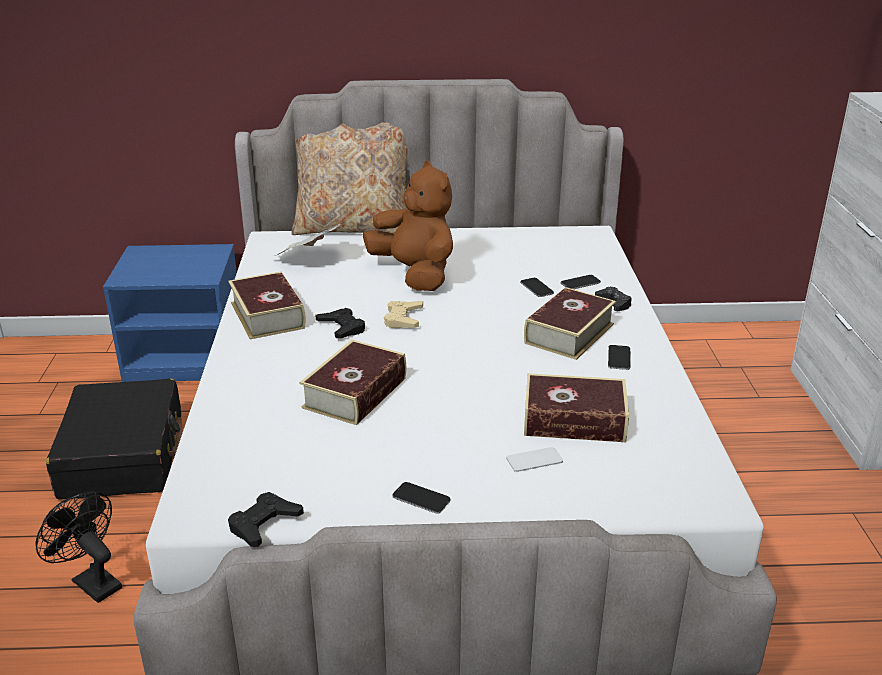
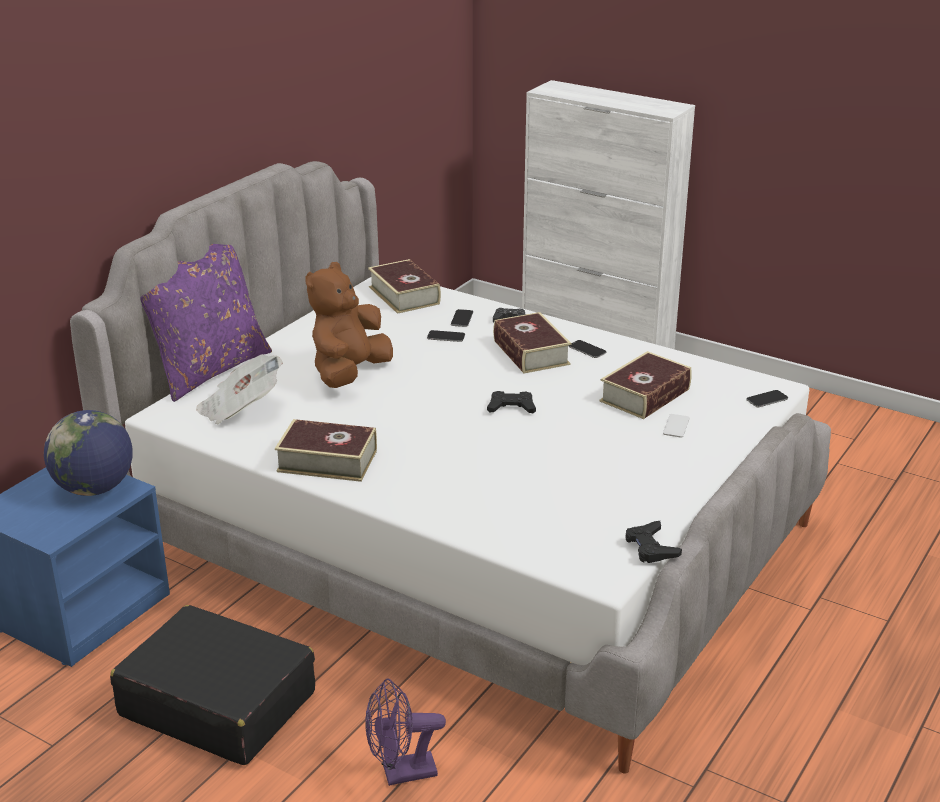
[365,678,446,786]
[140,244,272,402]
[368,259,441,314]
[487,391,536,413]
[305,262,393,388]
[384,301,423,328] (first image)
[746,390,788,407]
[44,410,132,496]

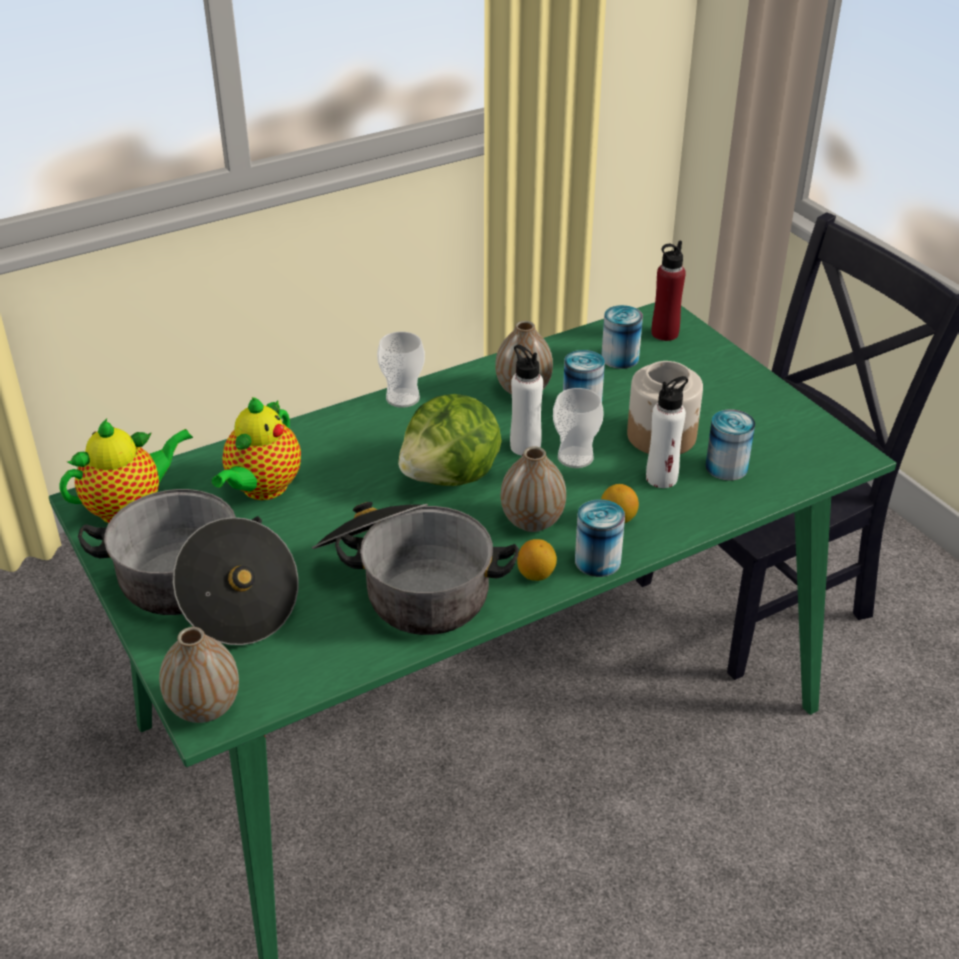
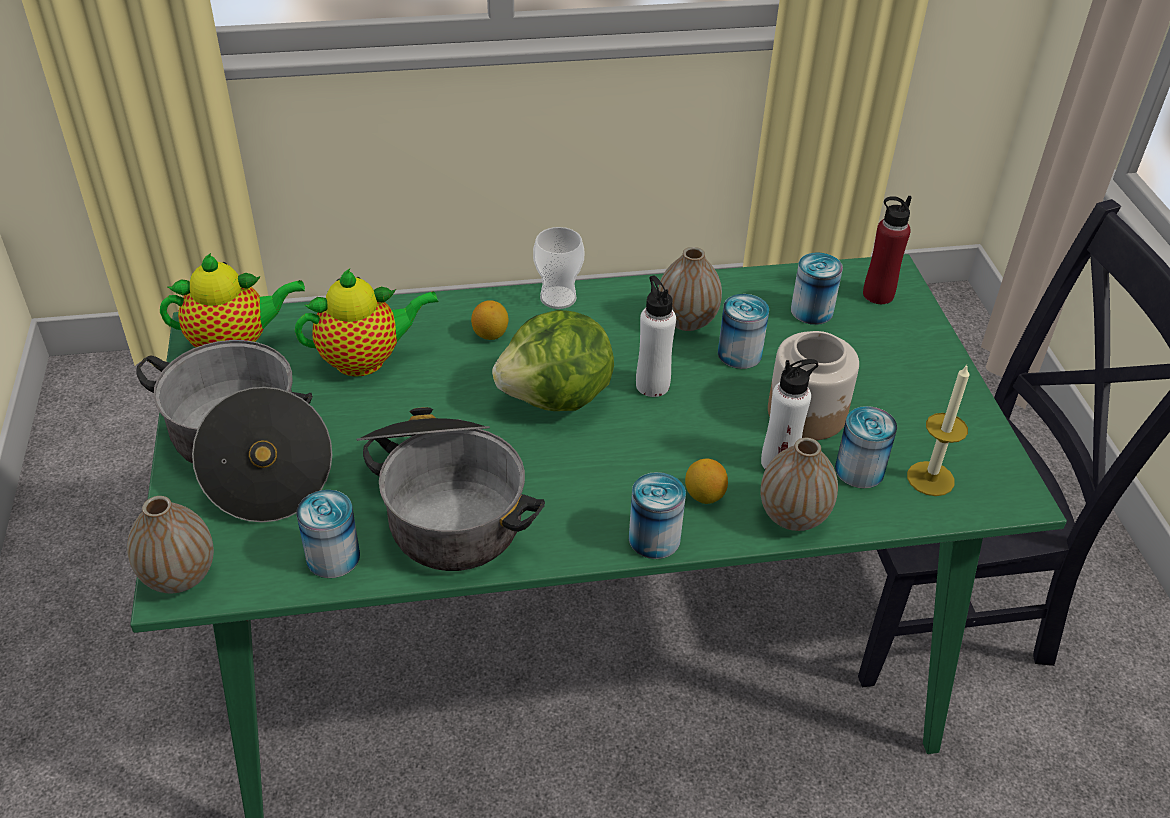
[295,269,438,377]
[760,438,838,531]
[471,300,509,340]
[553,388,604,468] (first image)
[296,490,360,578]
[907,365,969,496]

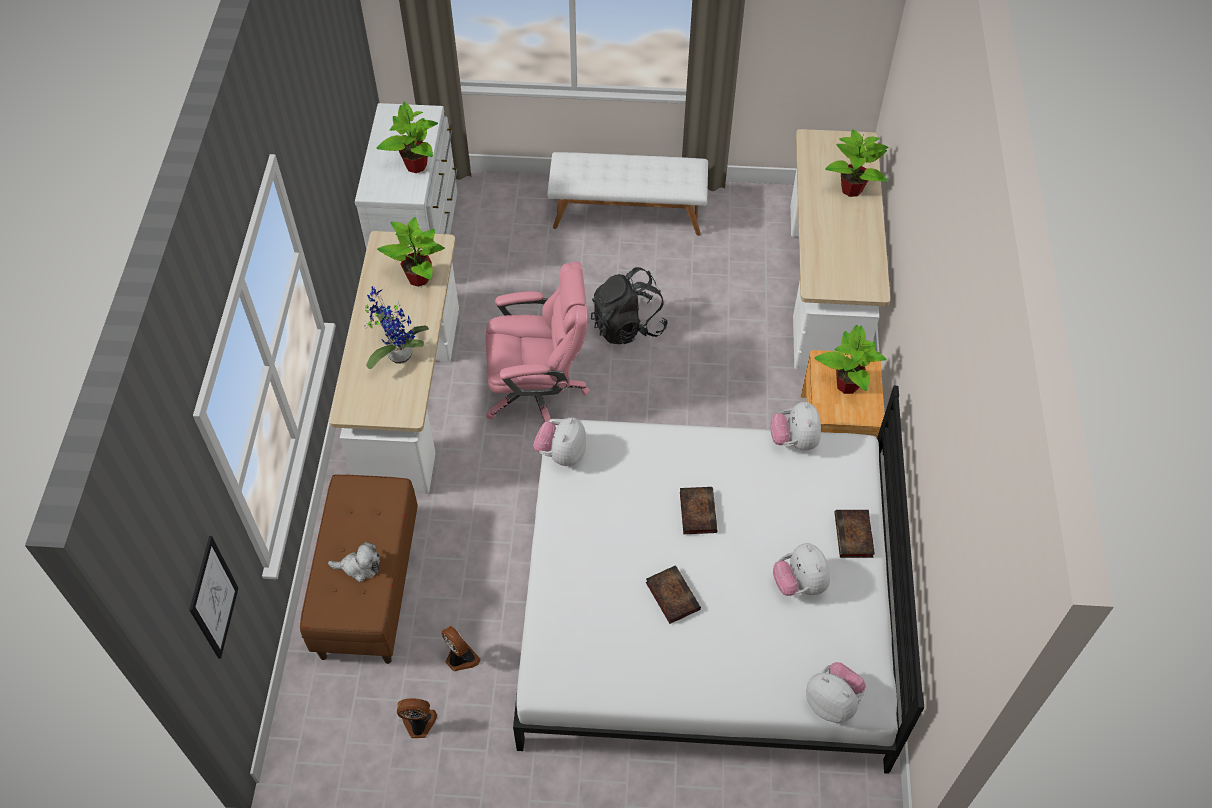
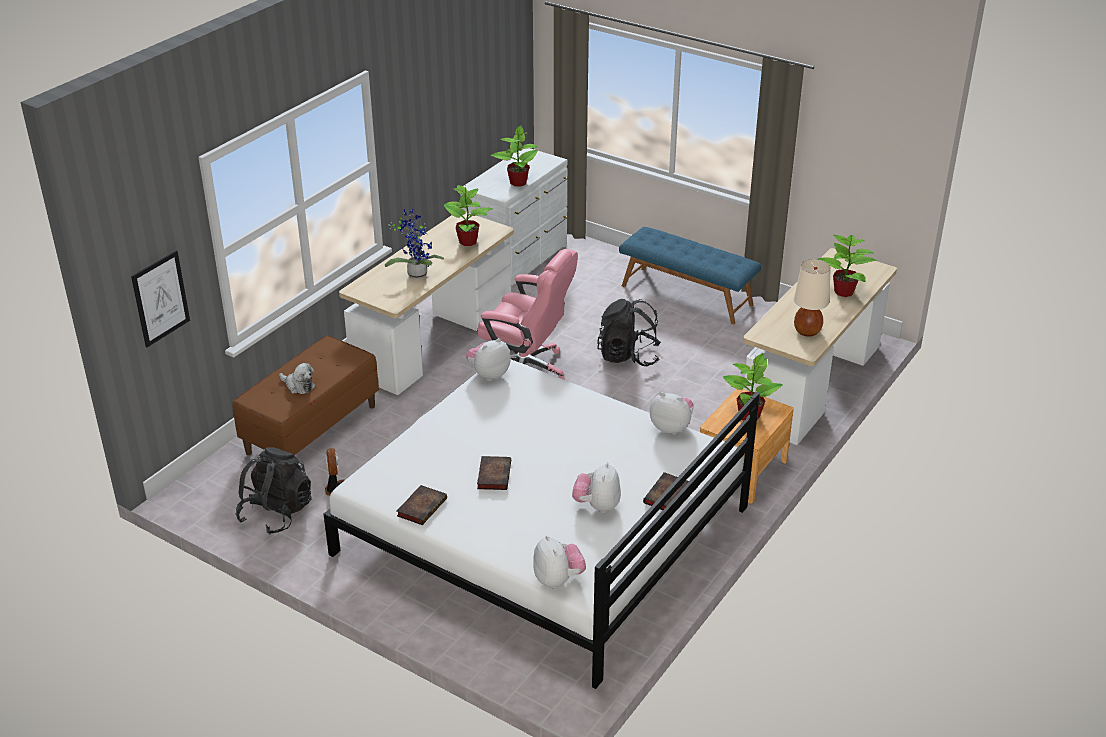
[236,447,312,535]
[619,227,761,324]
[397,485,447,525]
[650,392,694,435]
[794,259,831,337]

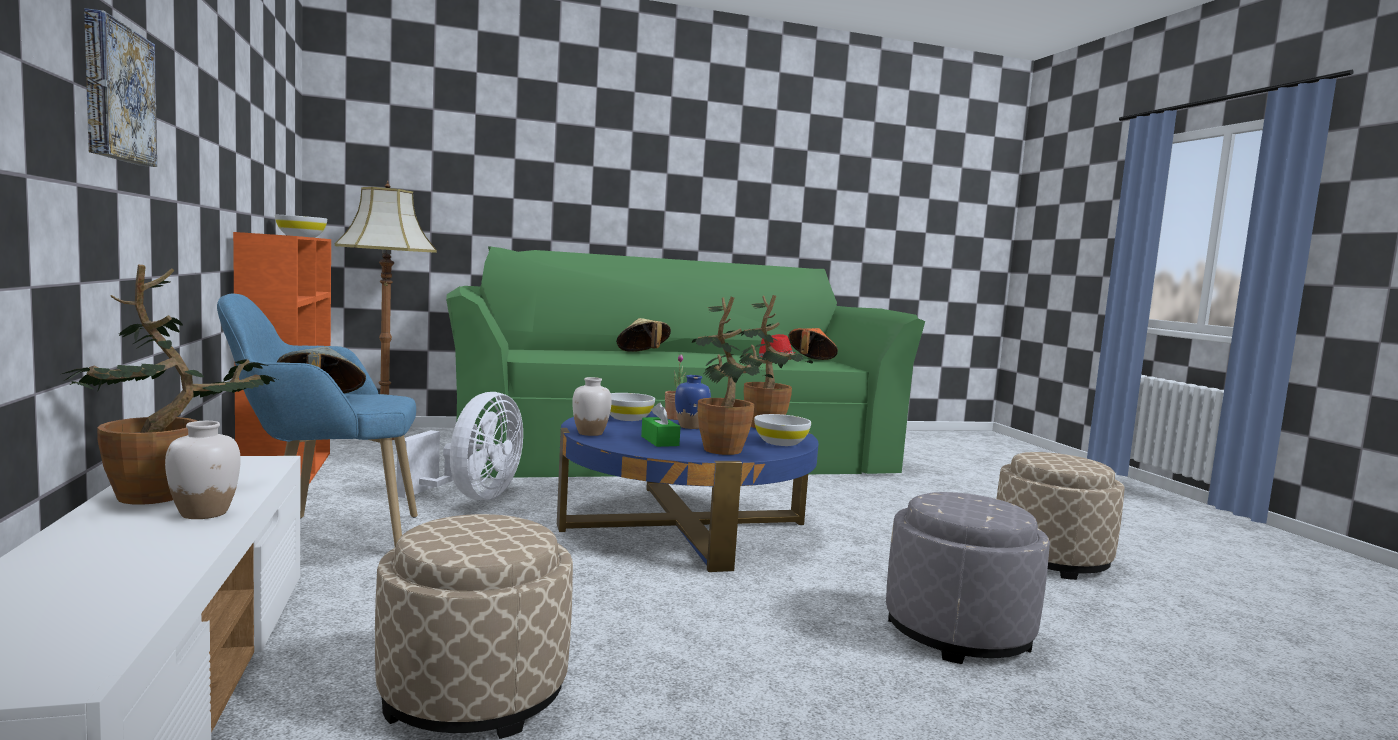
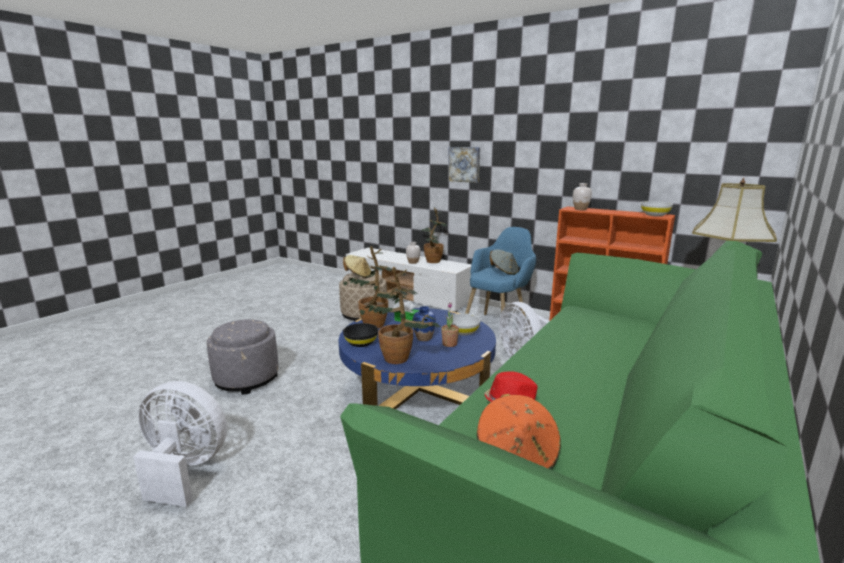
[573,183,592,210]
[343,255,372,278]
[343,323,378,347]
[133,381,227,507]

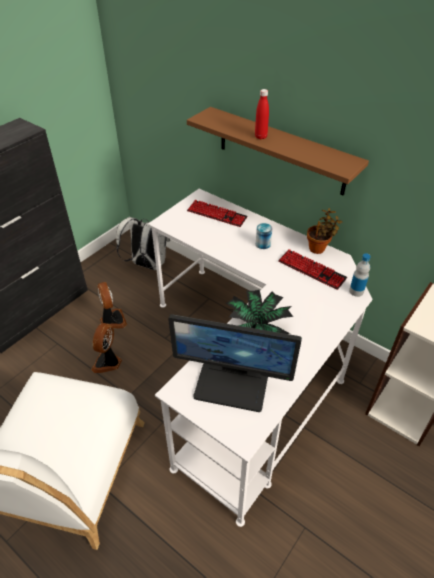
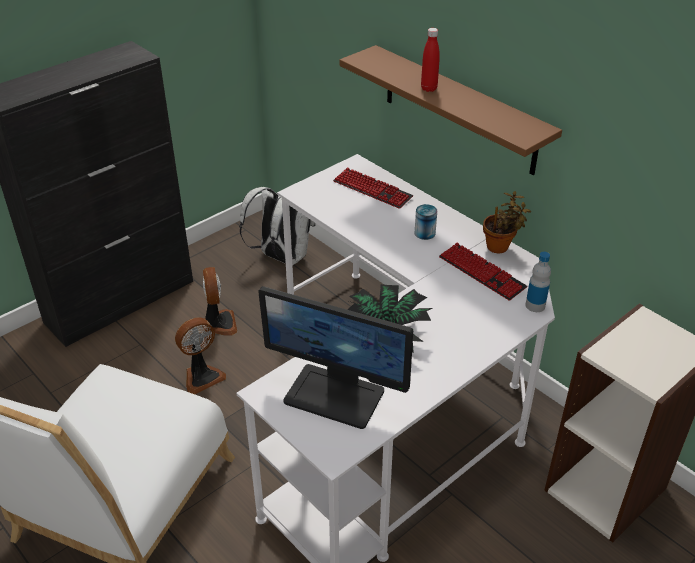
[175,317,226,394]

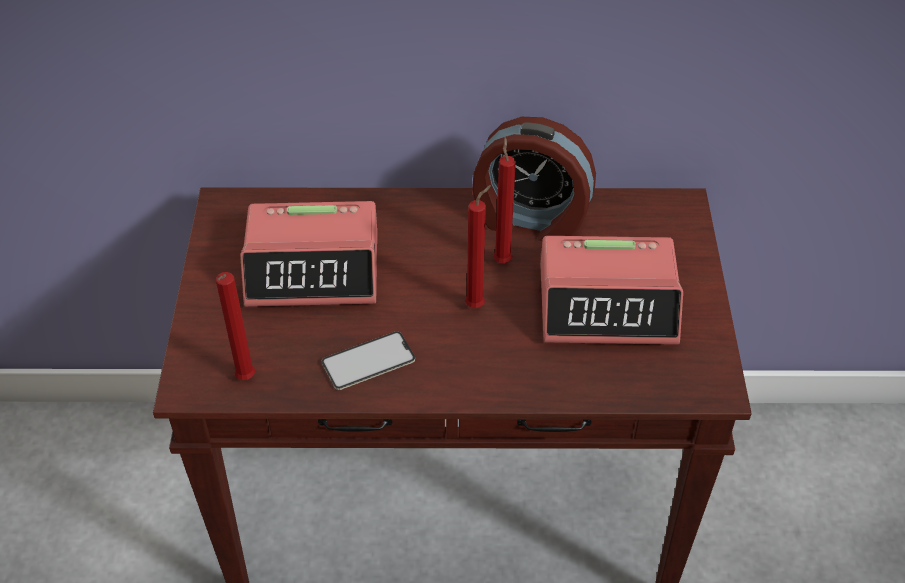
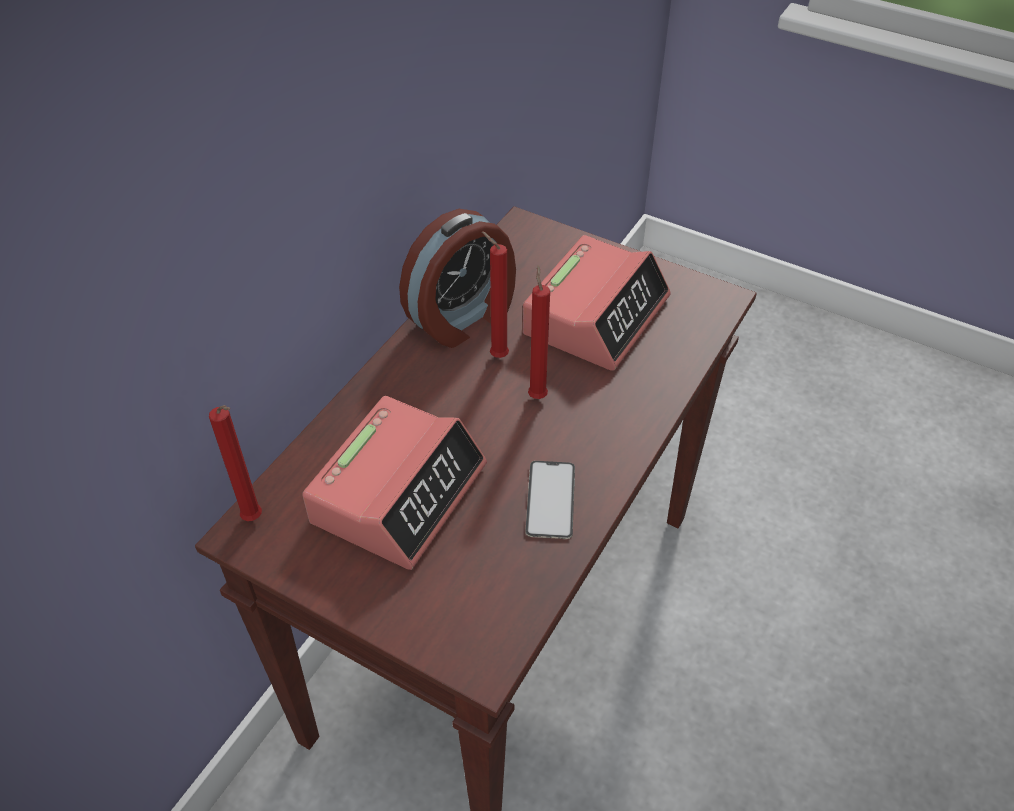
[209,405,262,521]

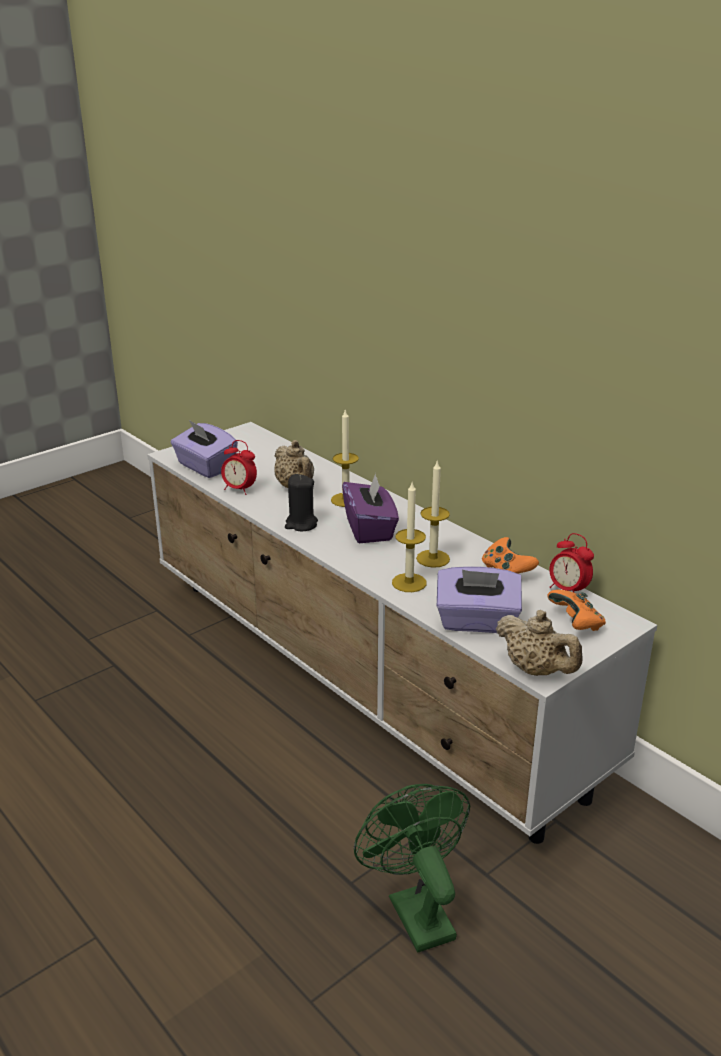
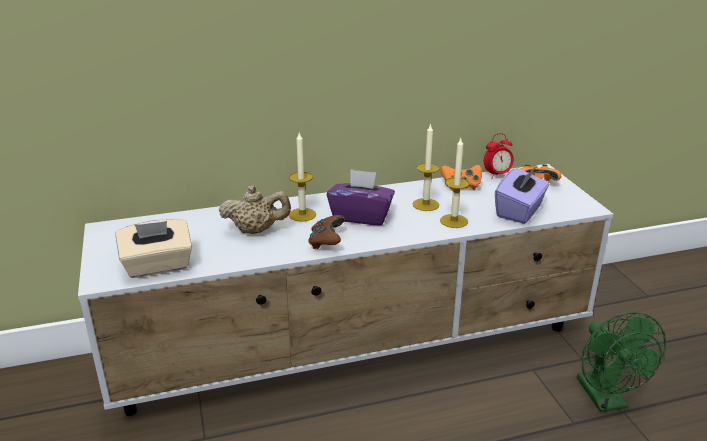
[115,219,192,278]
[221,440,257,495] (first image)
[308,215,345,249]
[577,312,666,412]
[496,610,582,676] (first image)

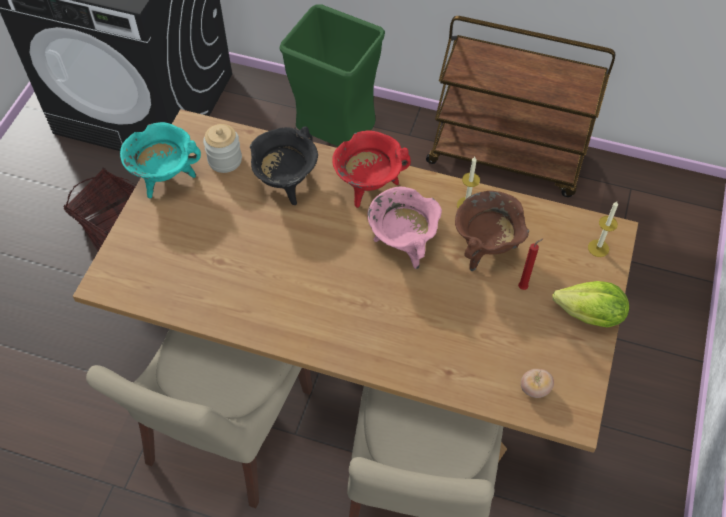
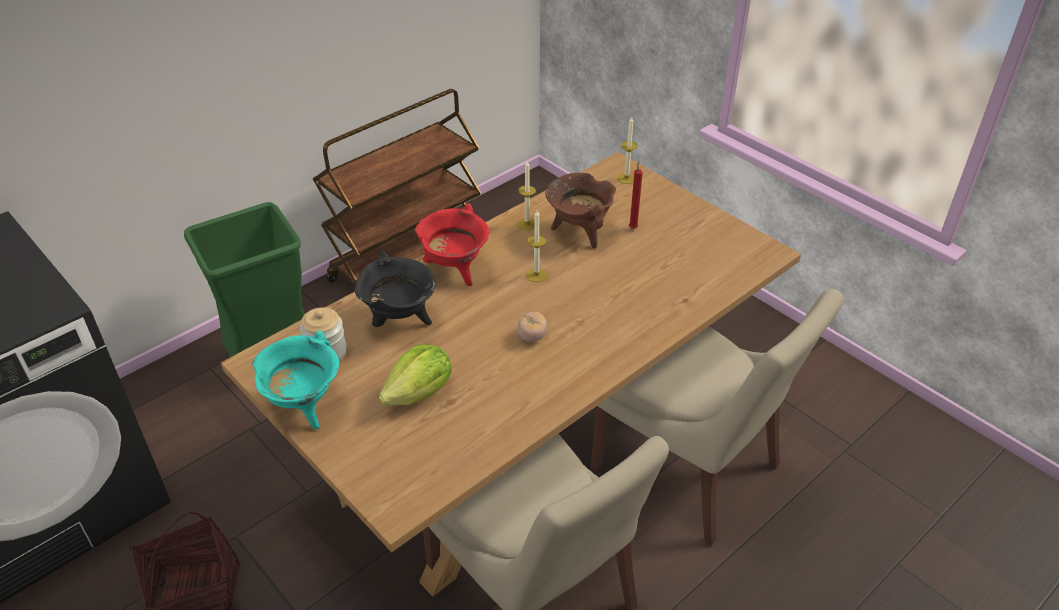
[526,211,547,282]
[517,312,547,342]
[379,344,452,405]

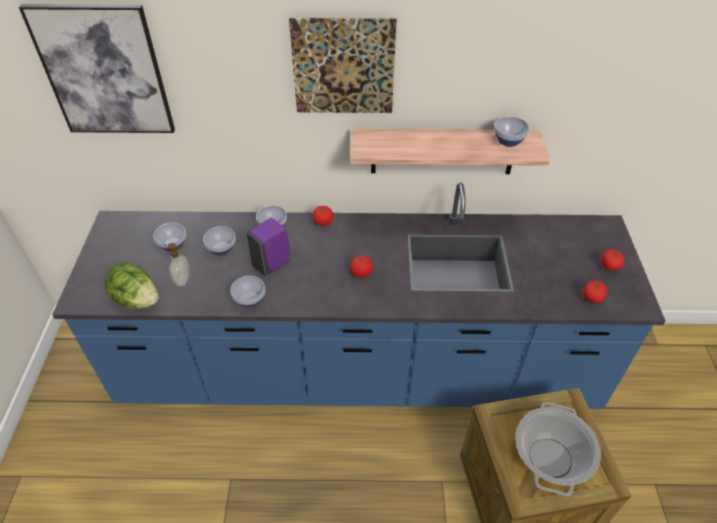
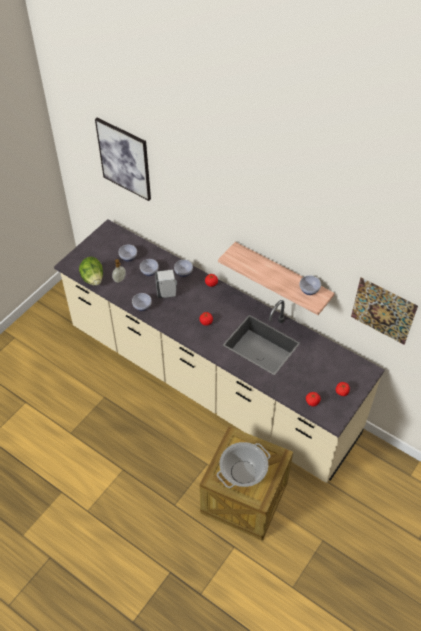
[54,219,385,483]
[155,269,177,298]
[351,277,418,344]

